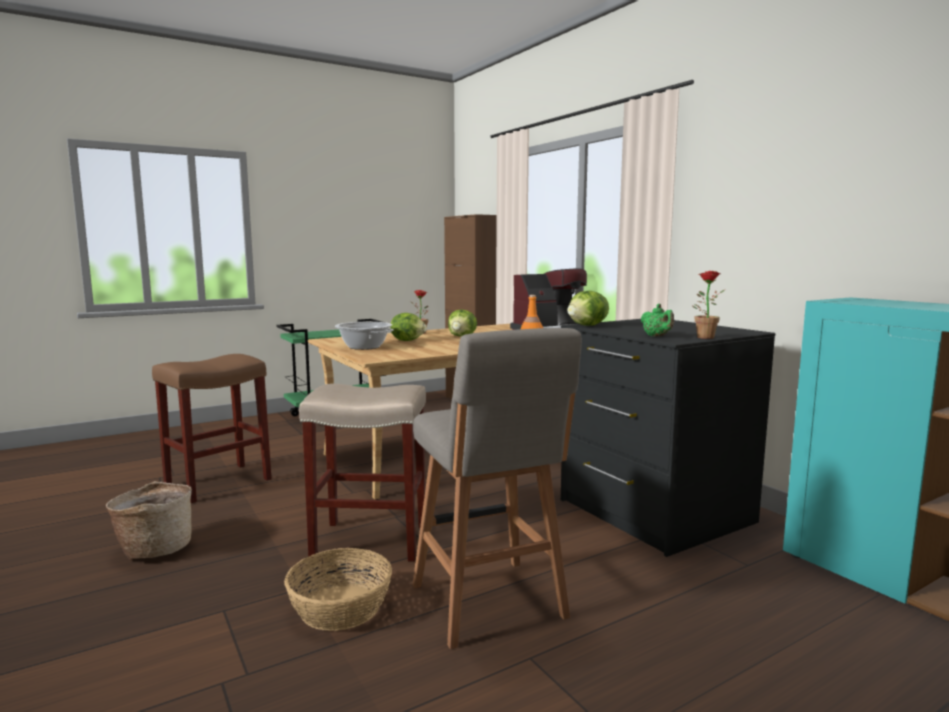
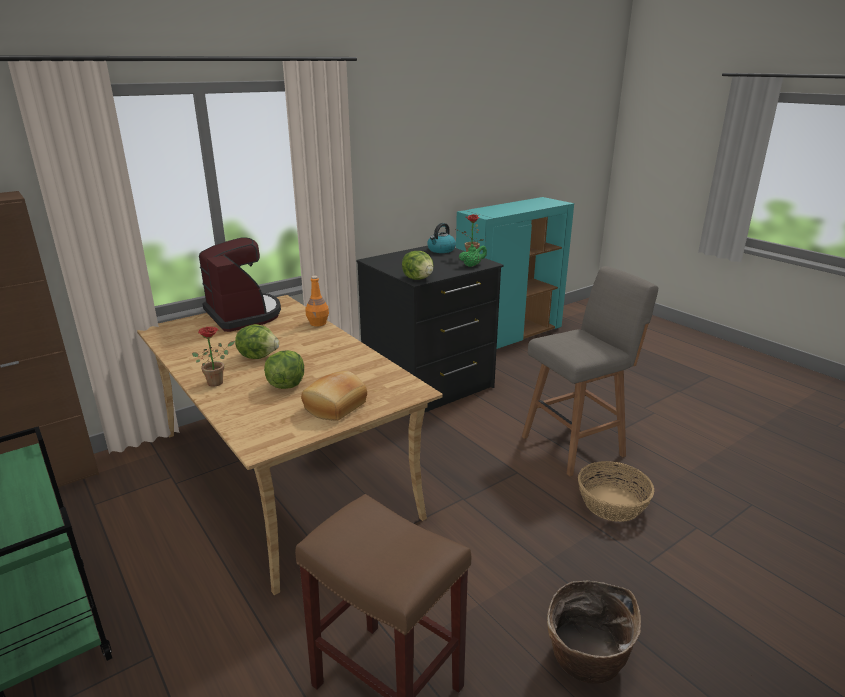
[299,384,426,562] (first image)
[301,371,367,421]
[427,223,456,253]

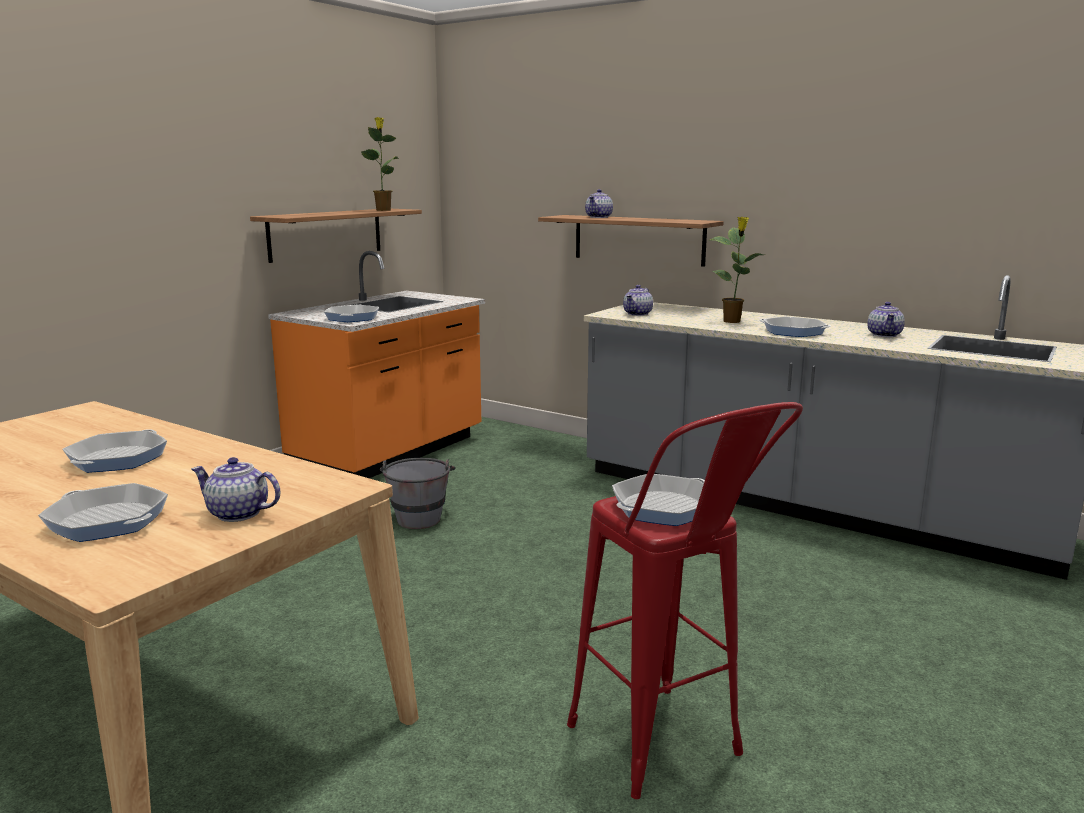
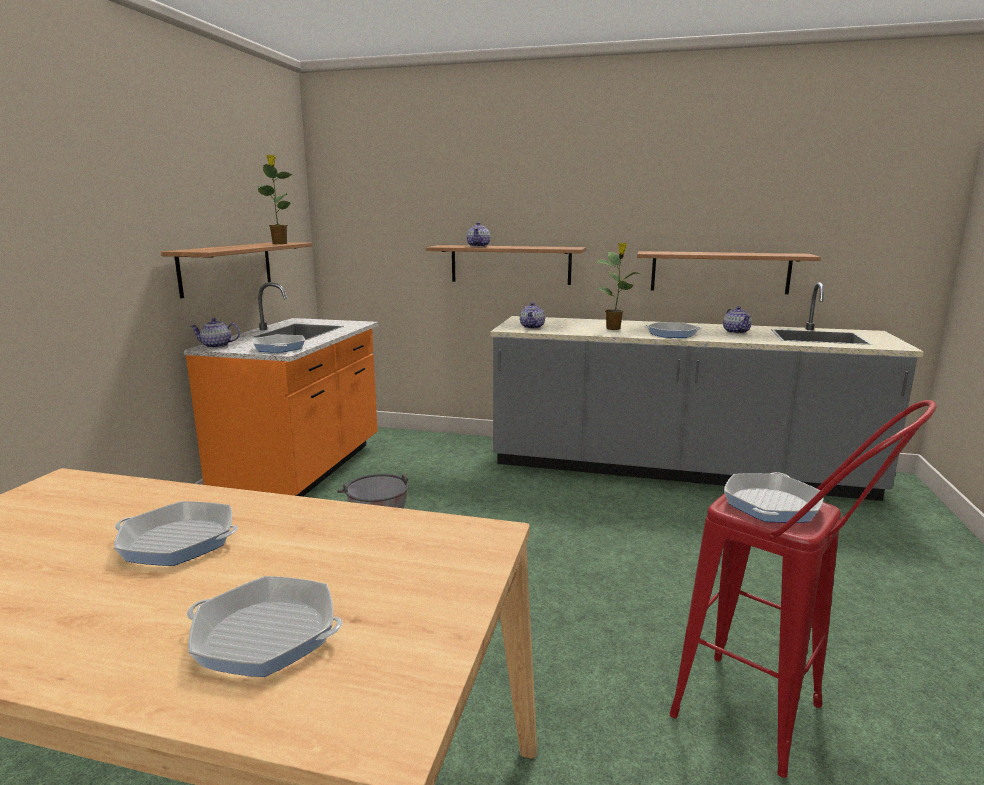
[114,501,238,566]
[190,318,240,348]
[637,251,821,294]

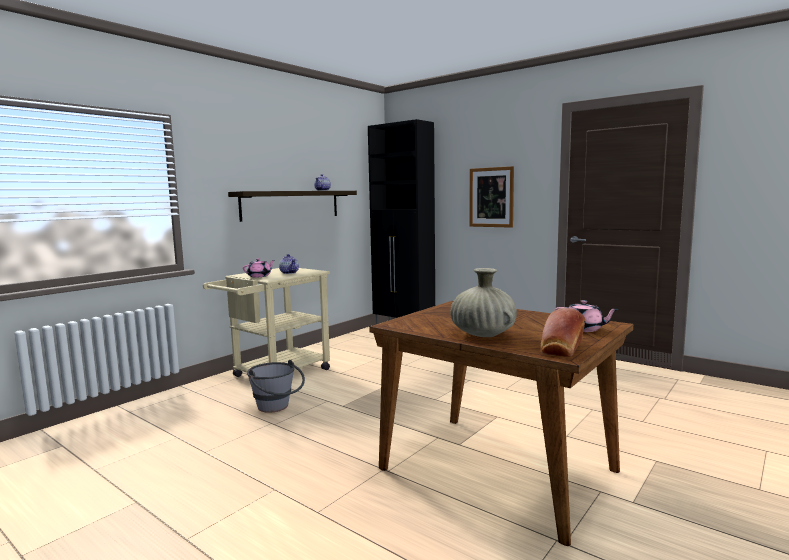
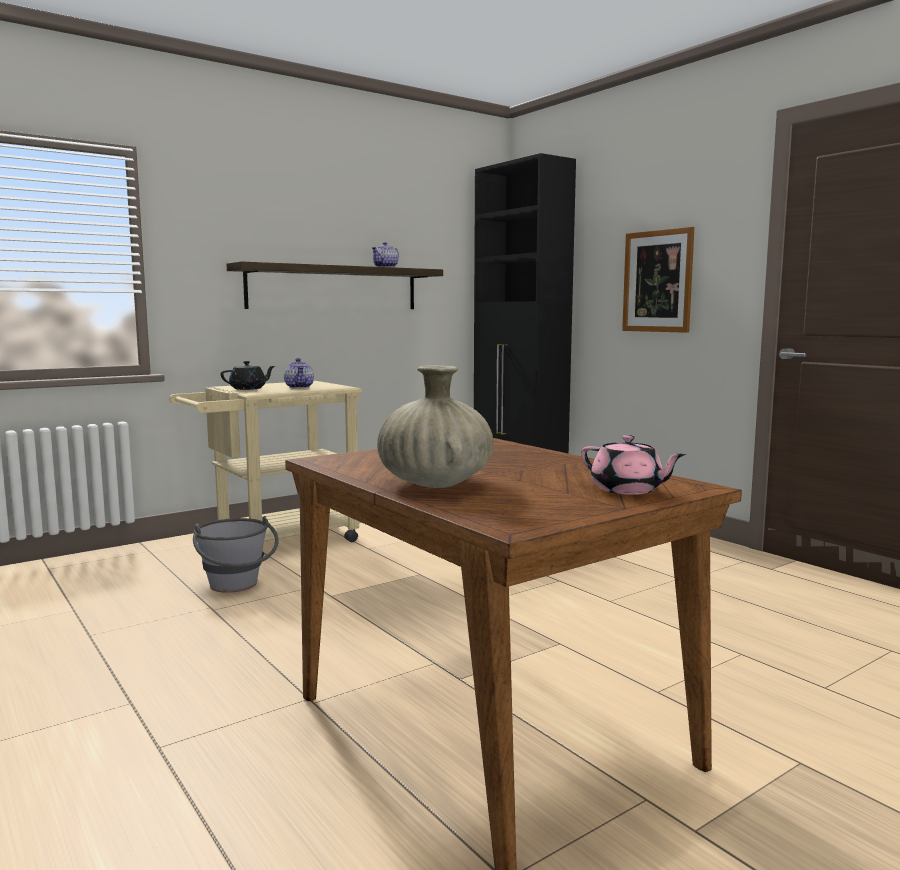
[221,361,275,390]
[541,308,585,357] (first image)

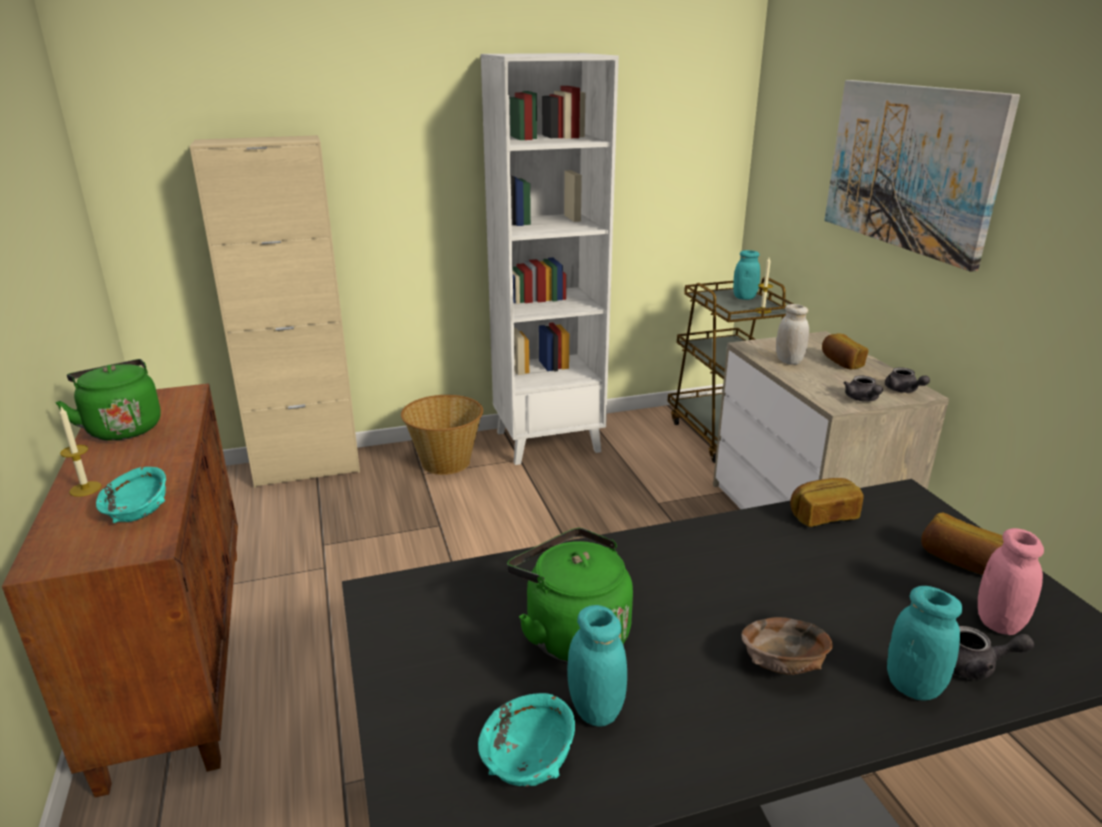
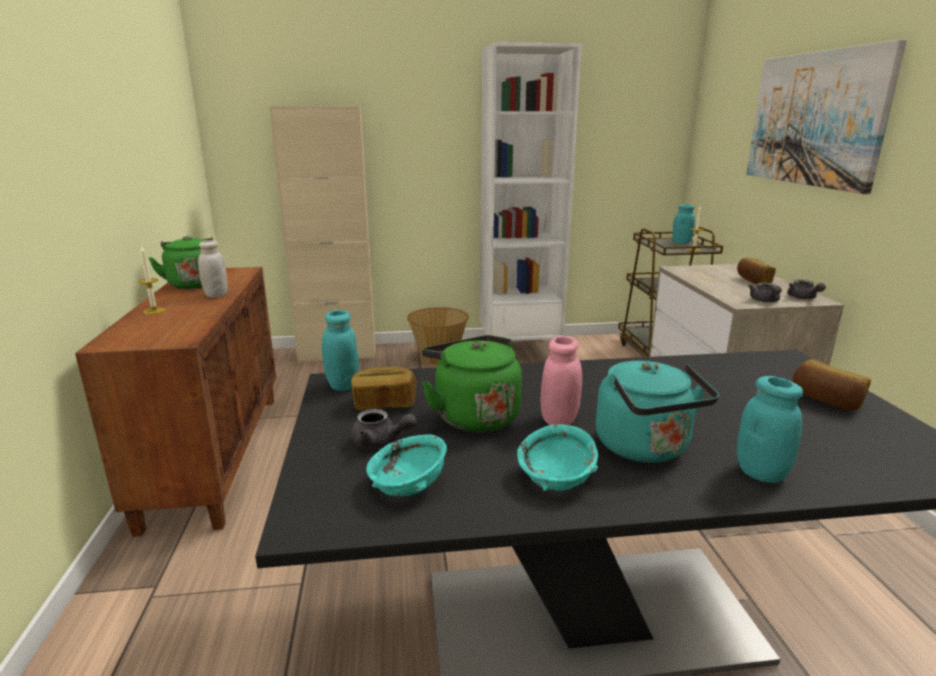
[517,425,598,491]
[322,310,359,391]
[596,361,719,463]
[198,240,228,298]
[351,367,417,410]
[350,409,417,449]
[540,336,582,425]

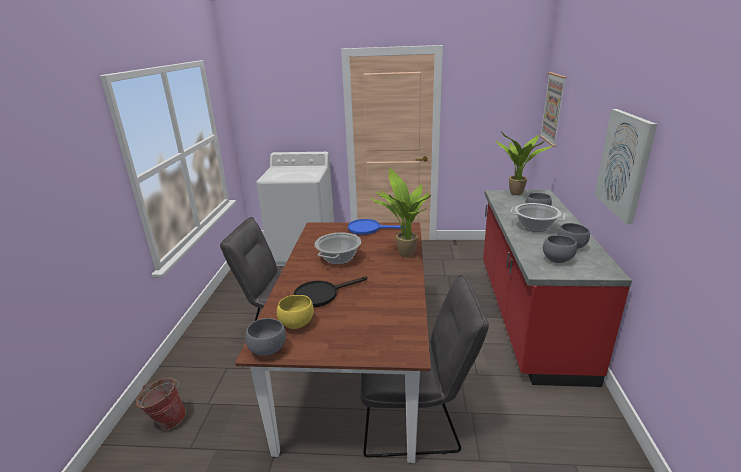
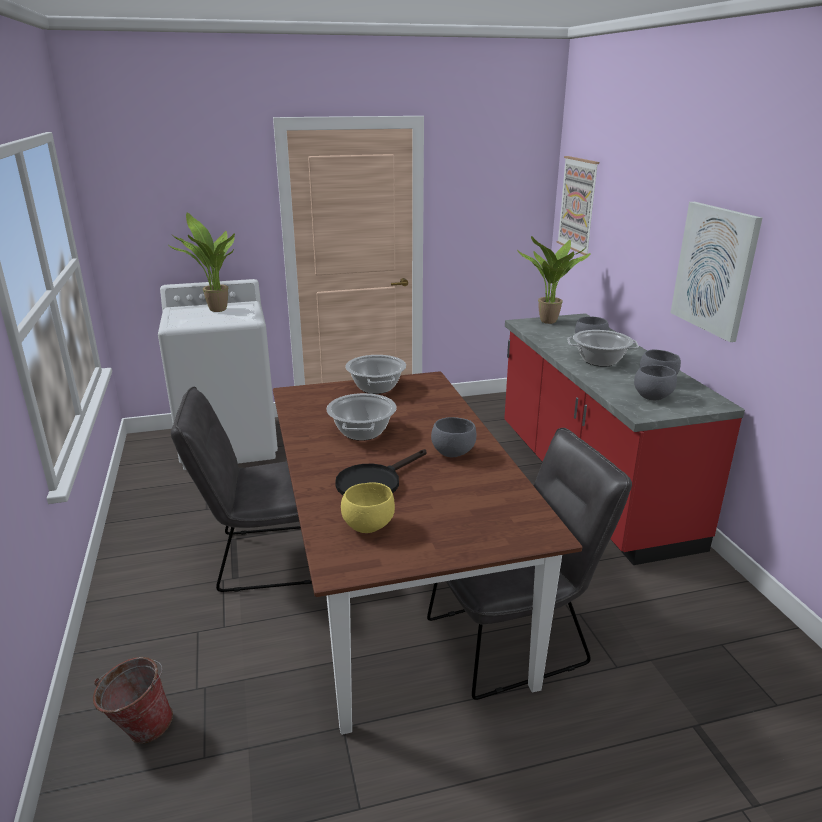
[431,417,476,457]
[345,355,406,394]
[167,213,235,312]

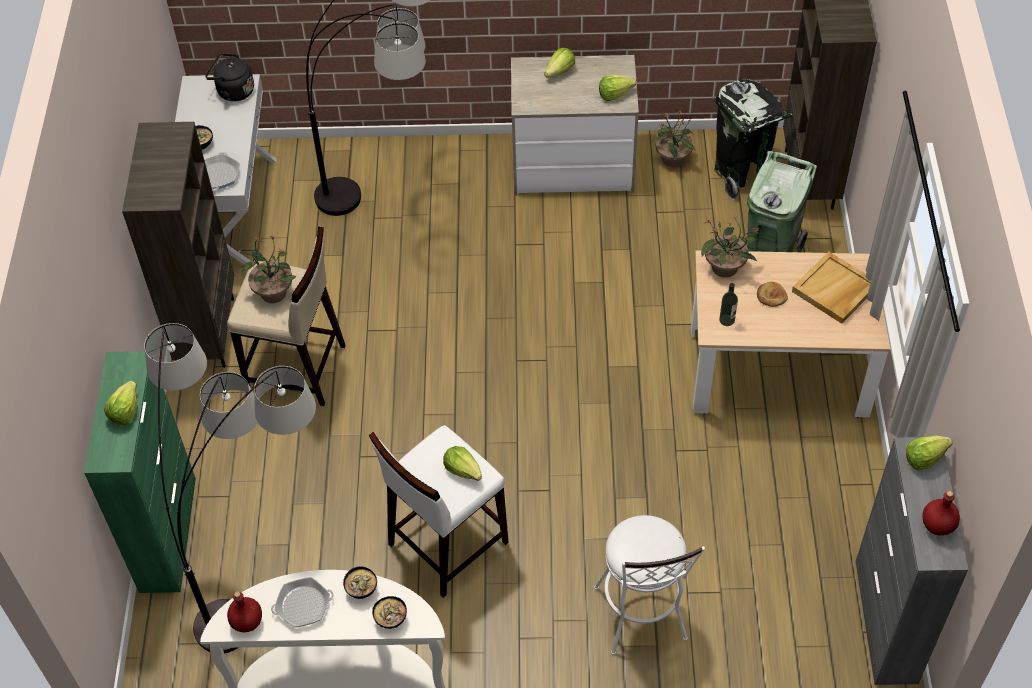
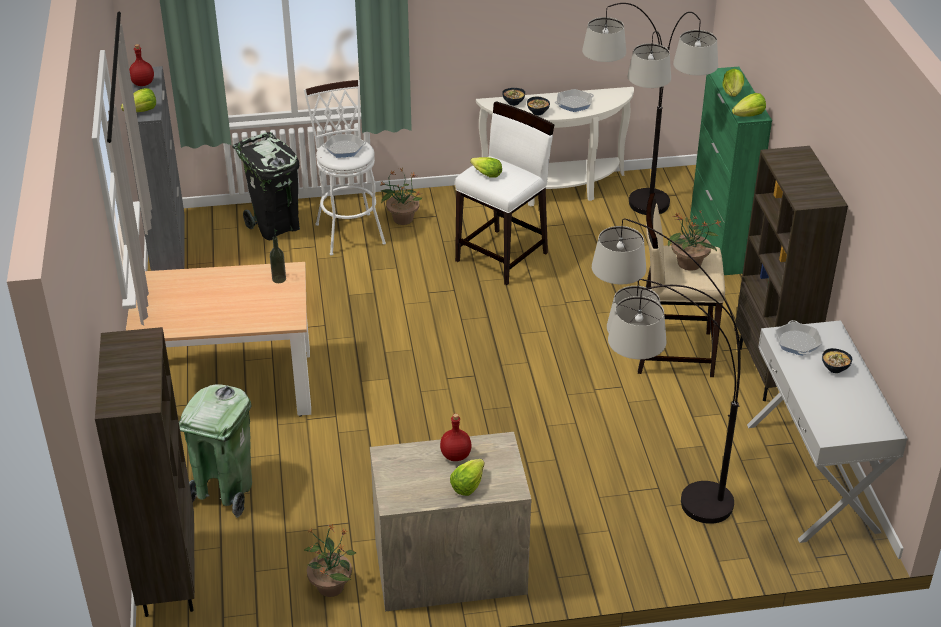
[205,53,254,102] (first image)
[440,413,471,461]
[732,93,766,117]
[380,168,422,225]
[232,132,300,240]
[757,282,788,307] (first image)
[792,252,871,324] (first image)
[322,134,366,157]

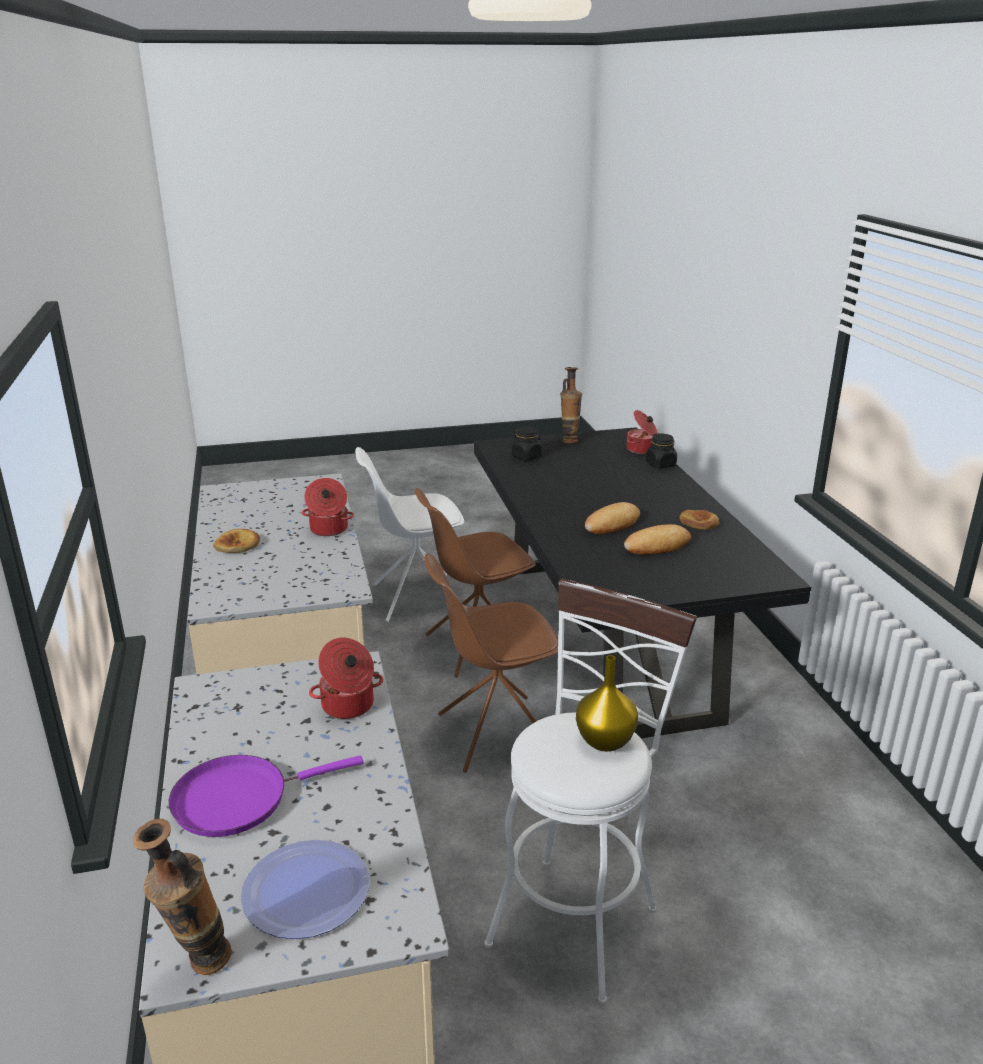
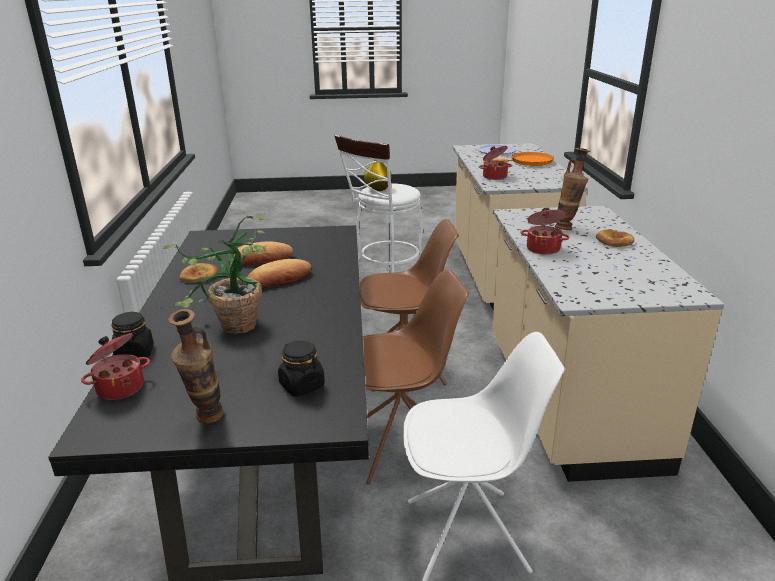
[555,148,590,230]
[483,152,554,166]
[163,216,267,334]

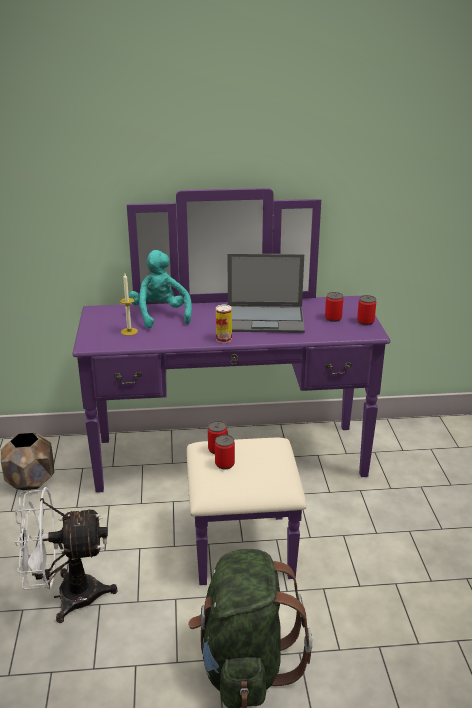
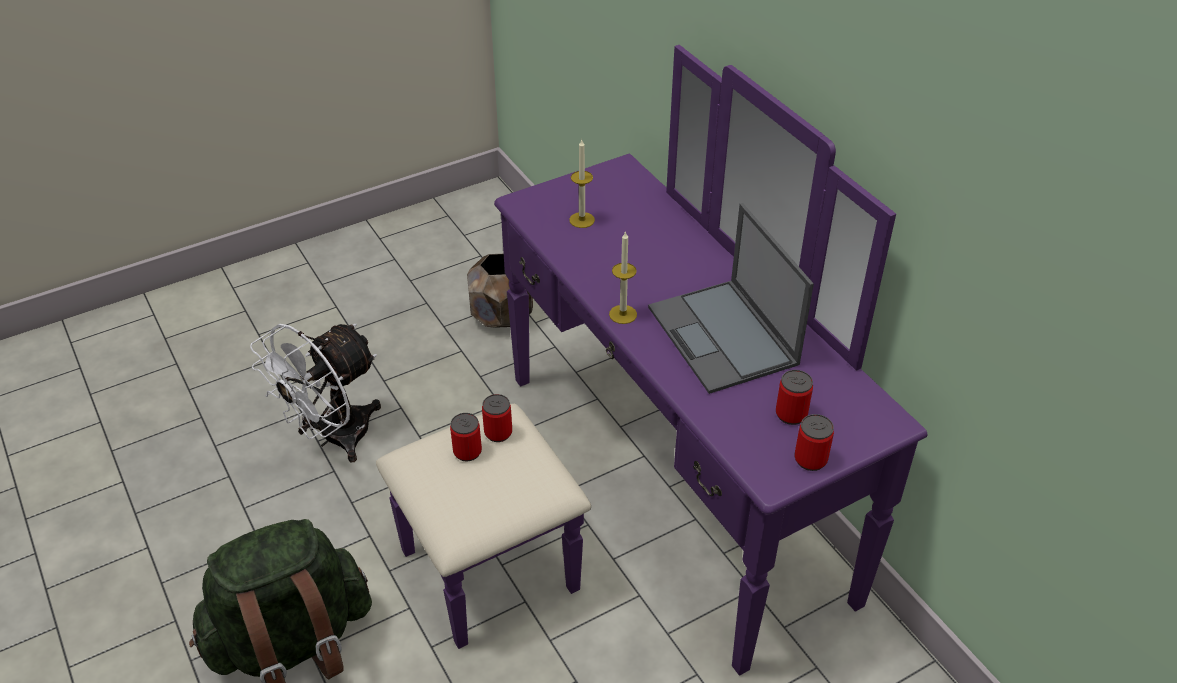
[250,324,381,463]
[129,250,192,328] (first image)
[609,231,637,324]

